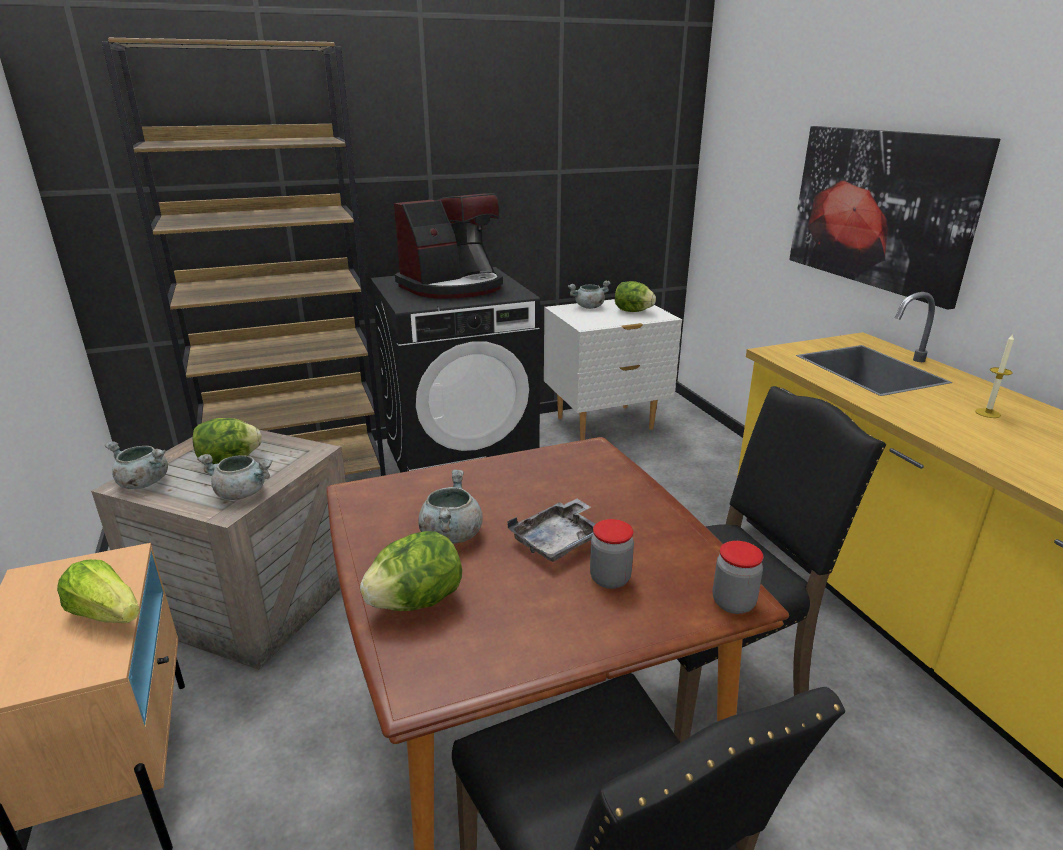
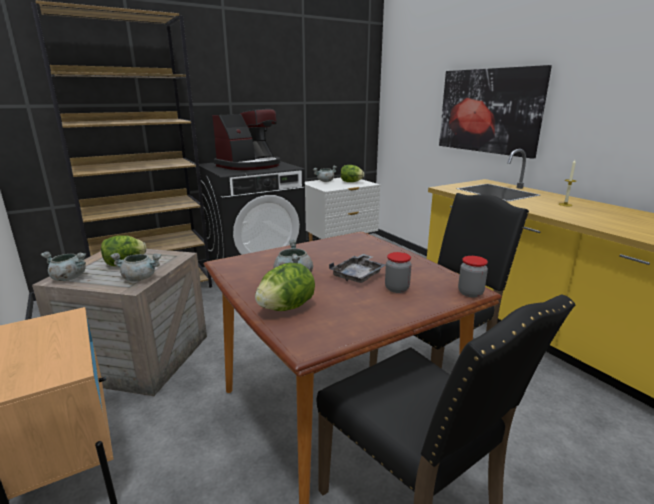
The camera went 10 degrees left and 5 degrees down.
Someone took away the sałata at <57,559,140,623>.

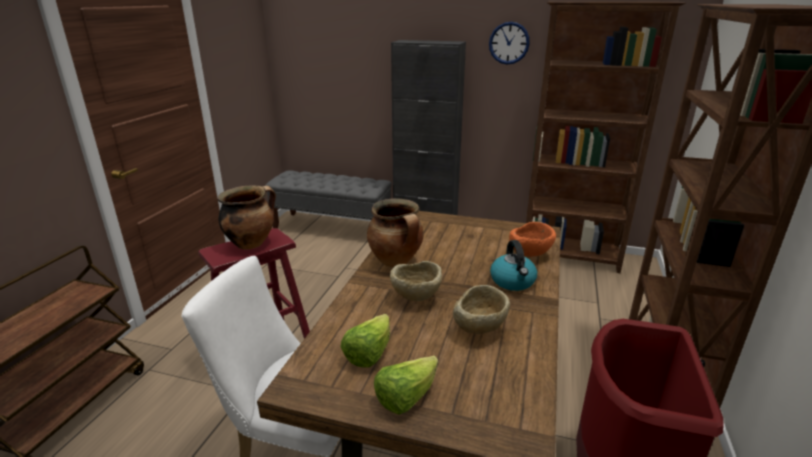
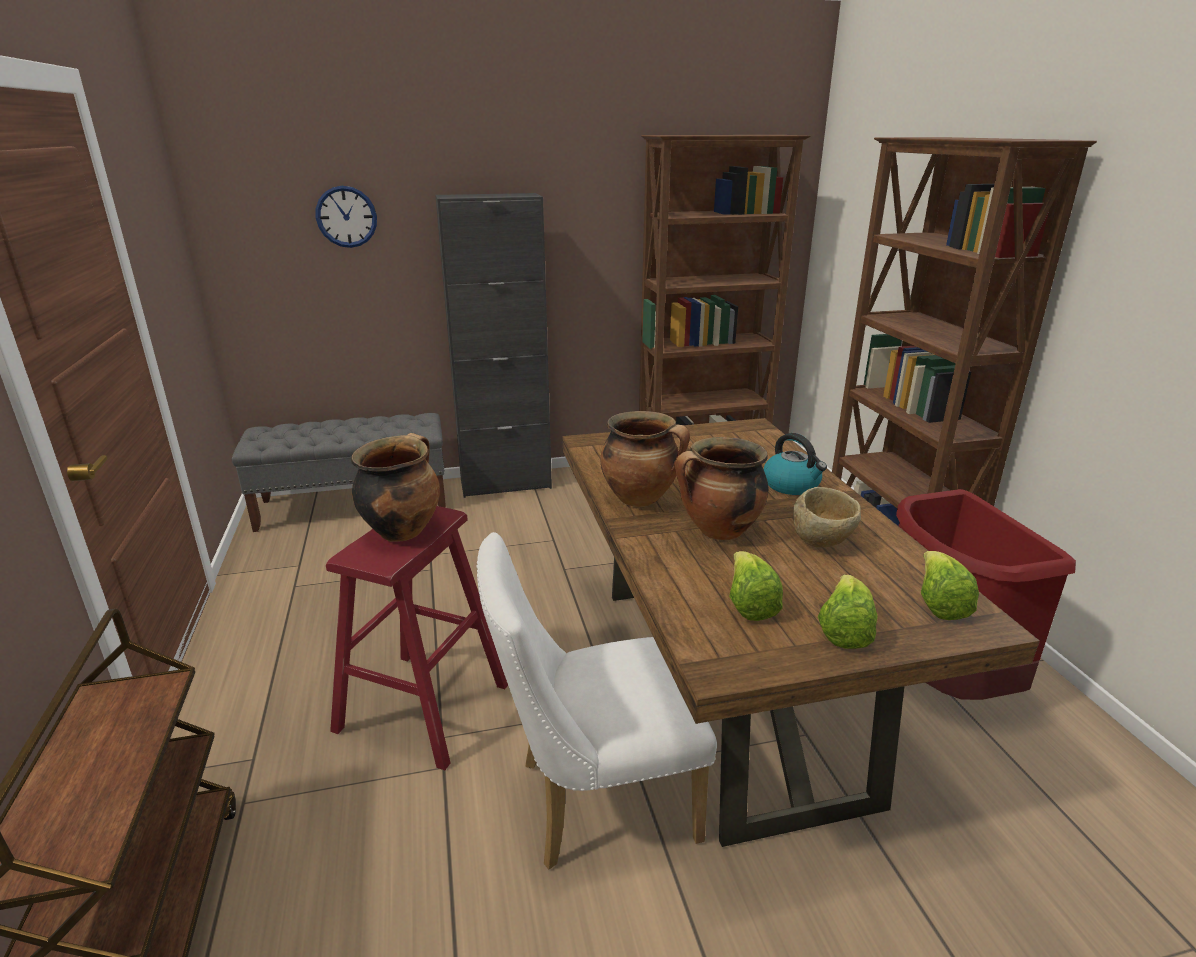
The camera went 30 degrees left and 0 degrees up.
Someone carried the zegar ścienny from <489,22,530,64> to <316,186,377,248>.
Someone swapped the miska/beżowy at <390,261,442,301> for the garnek at <675,437,769,540>.
Someone put down the sałata at <921,551,979,620>.
Someone took away the miska/pomarańczowy at <509,222,556,257>.

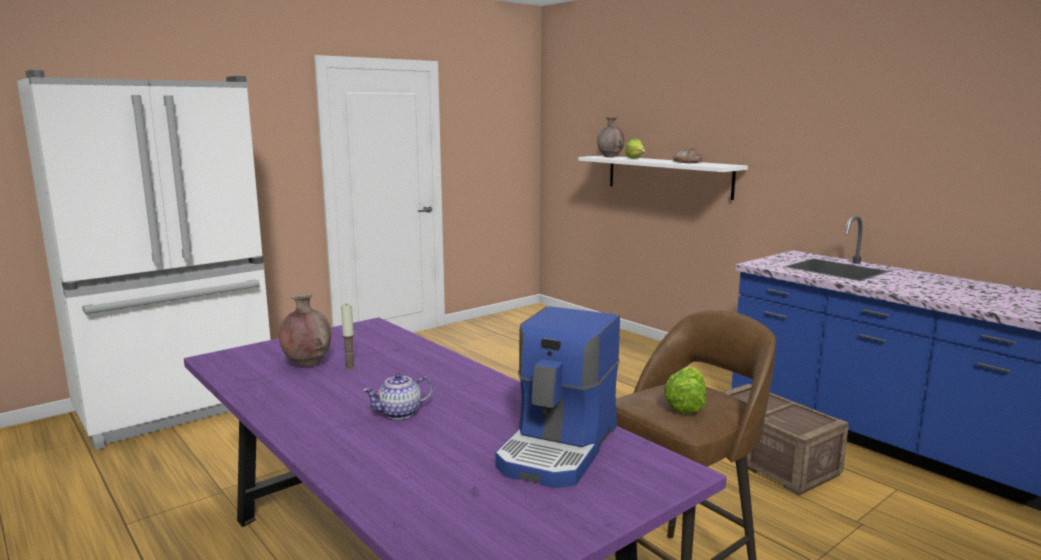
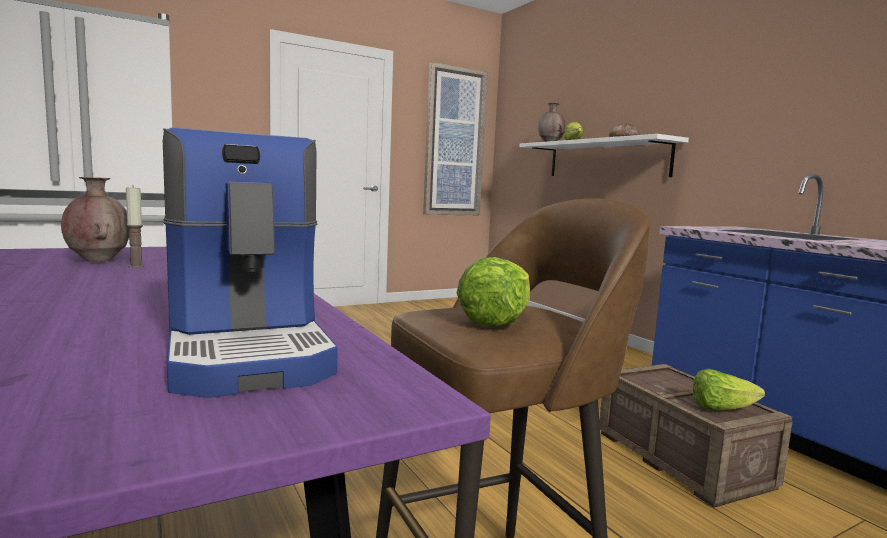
The camera went 10 degrees right and 5 degrees down.
Someone rotated the ekspres do kawy at <495,306,620,488> by 60 degrees counterclockwise.
Someone put up the obraz at <423,62,488,215>.
Someone put down the sałata at <693,369,765,411>.
Someone took away the imbryk at <363,373,433,419>.

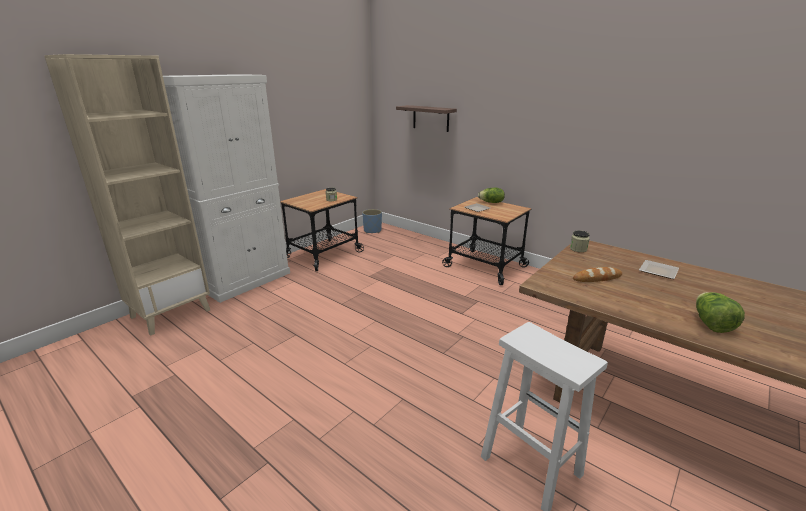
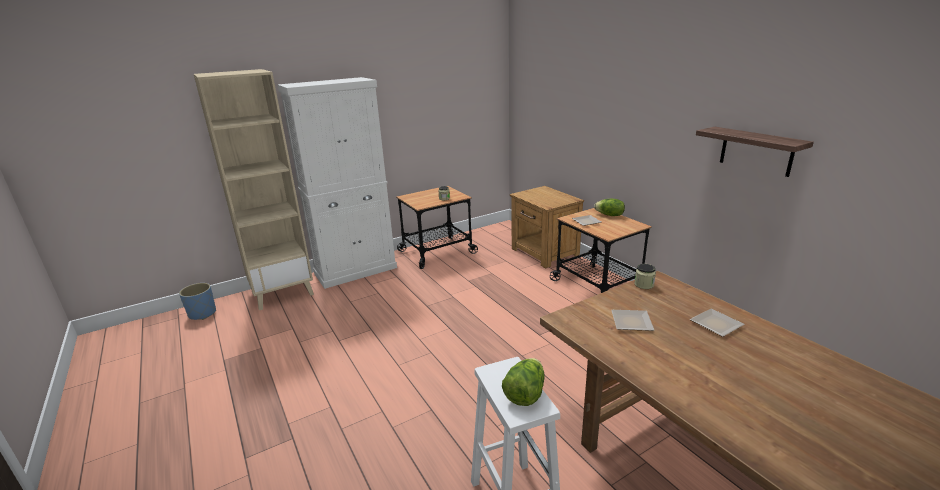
The camera went 20 degrees right and 0 degrees up.
Someone carried the donica/niebieski from <362,209,382,233> to <179,283,216,320>.
Someone carried the sałata from <696,292,745,333> to <502,358,545,406>.
Someone put down the szafka nocna/brązowy at <510,186,584,268>.
Someone swapped the chleb at <573,267,622,282> for the talerz at <611,310,654,331>.
Someone carried the półka from <396,105,457,132> to <696,127,814,177>.

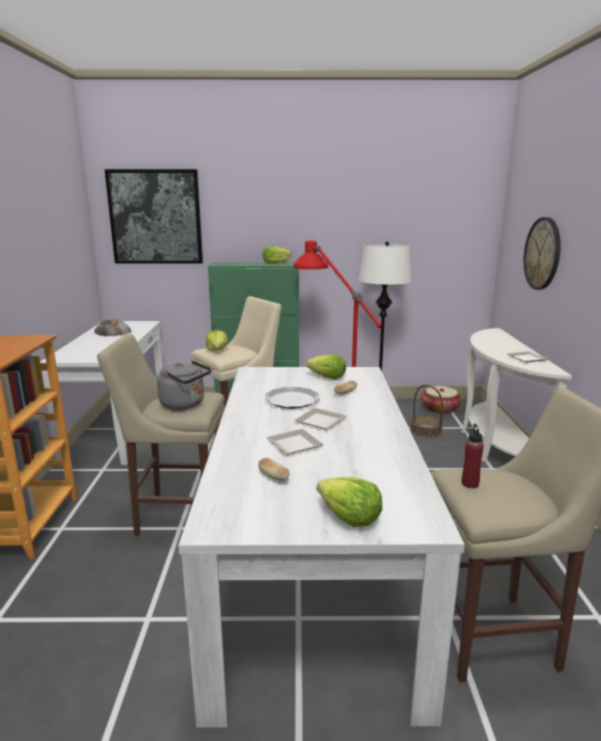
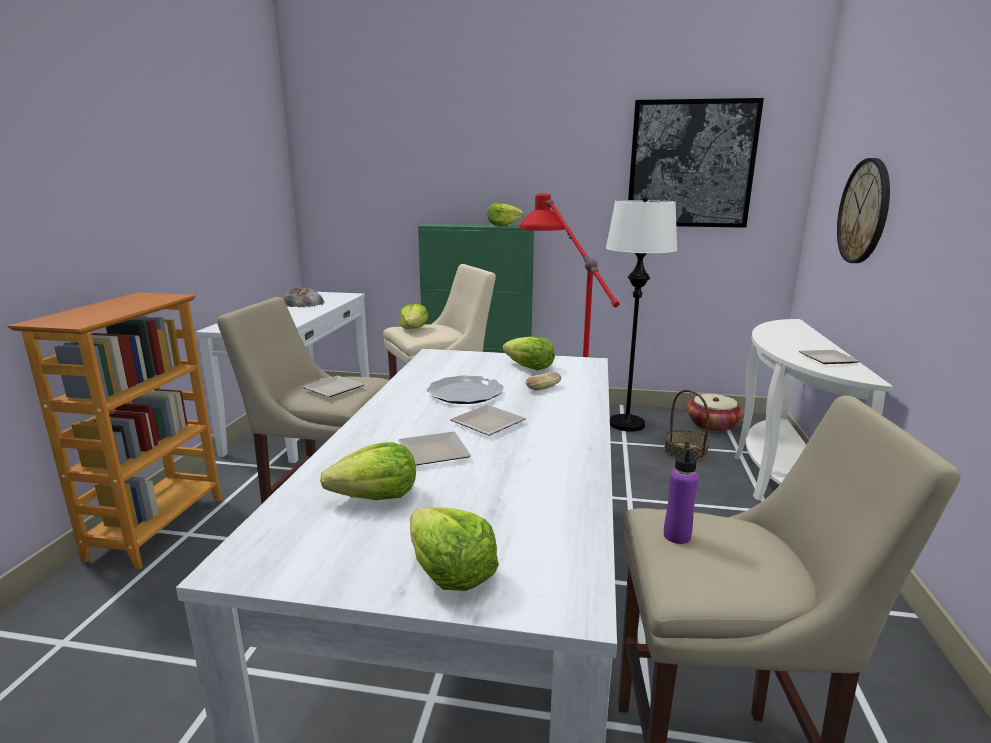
The camera went 10 degrees right and 0 degrees up.
Someone swapped the czajnik/szary at <157,360,212,410> for the talerz at <302,375,365,397>.
Someone swapped the chleb at <258,458,290,481> for the sałata at <320,442,416,500>.
Someone carried the obraz from <105,169,203,264> to <628,98,764,228>.
Someone repainted the butelka/czerwony at <462,424,484,488>, which became the butelka/fioletowy at <664,442,699,544>.

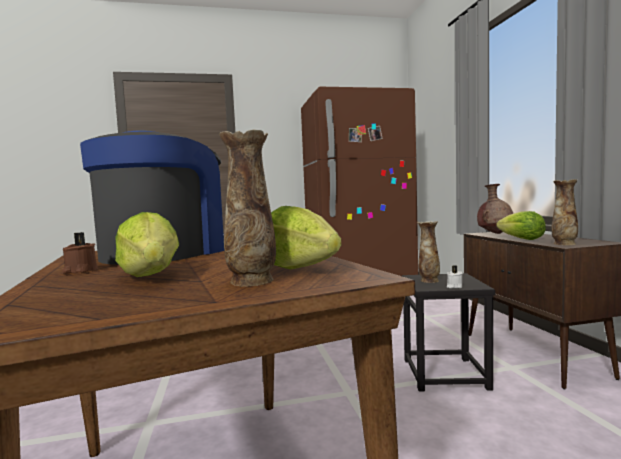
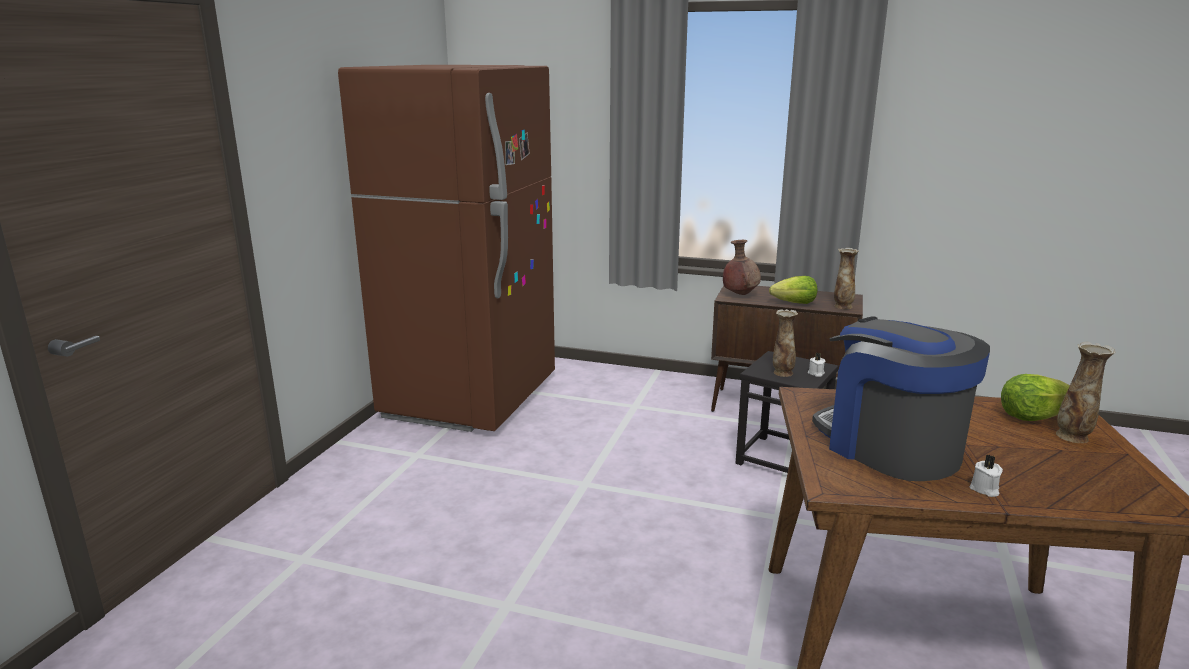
The camera went 60 degrees left and 15 degrees up.
Someone repainted the świeca/brązowy at <62,232,98,274>, which became the świeca/biały at <970,455,1003,497>.
Someone took away the sałata at <115,212,179,277>.

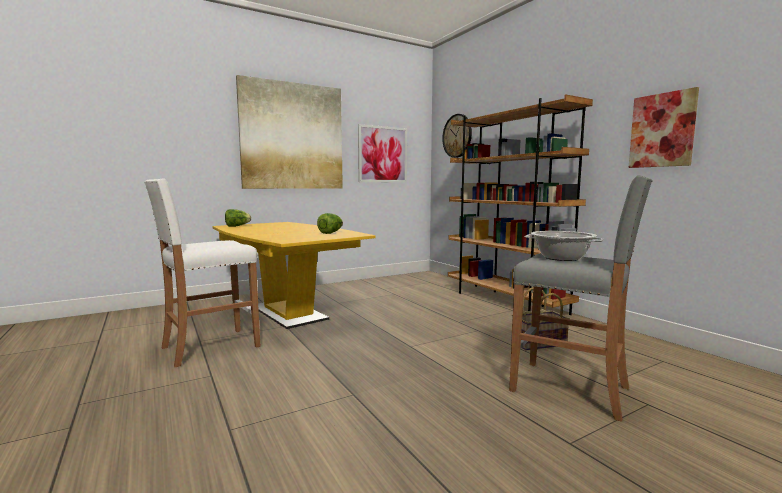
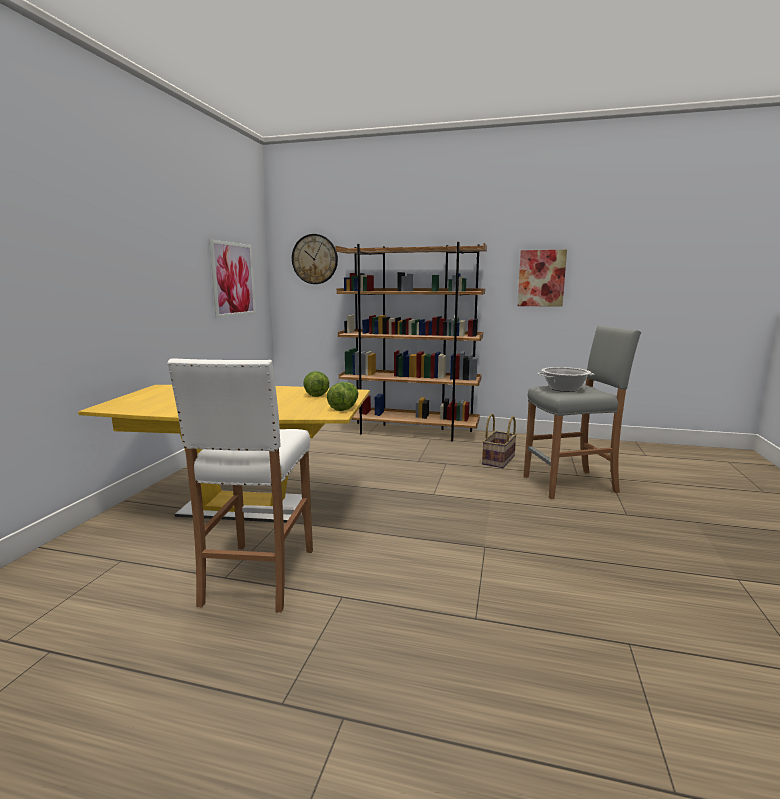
The camera went 45 degrees left and 5 degrees up.
Someone carried the sałata from <225,209,251,227> to <327,382,358,411>.
Someone took away the obraz at <236,75,343,189>.

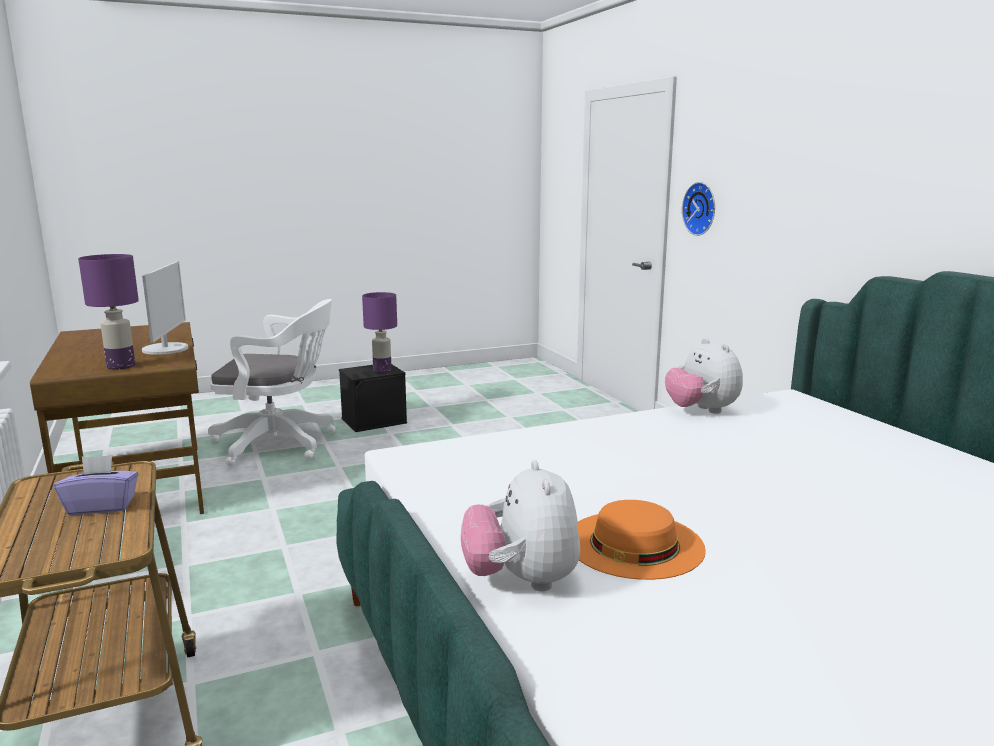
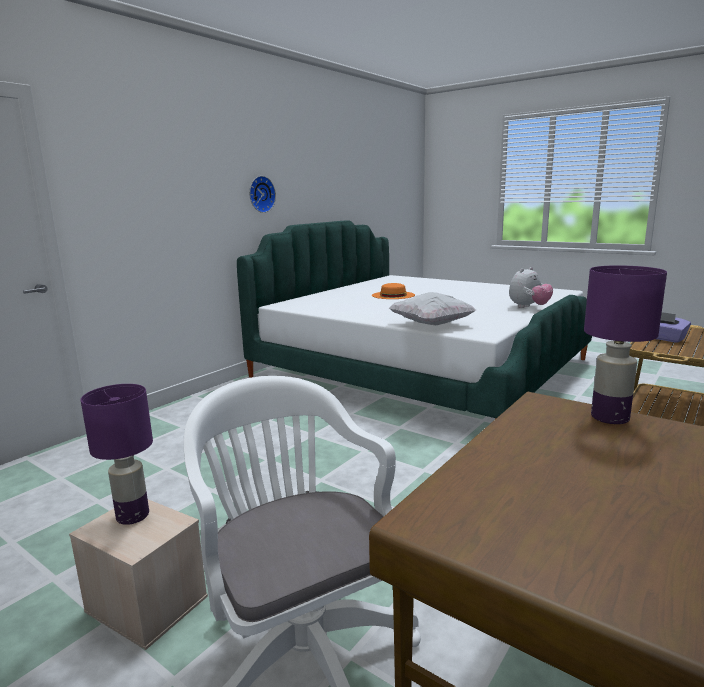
The camera went 120 degrees left and 0 degrees up.
Someone repainted the pojemnik do przechowywania/czarny at <339,364,407,432>, which became the pojemnik do przechowywania/beżowy at <69,500,208,650>.
Someone carried the zegar ścienny from <682,182,715,236> to <249,176,276,213>.
Someone carried the kapelusz/pomarańczowy from <578,500,706,580> to <372,283,415,299>.
Someone put down the poduszka/biały at <389,292,476,325>.
Someone took away the monitor at <142,261,188,355>.
Someone took away the pluszak at <665,338,743,414>.

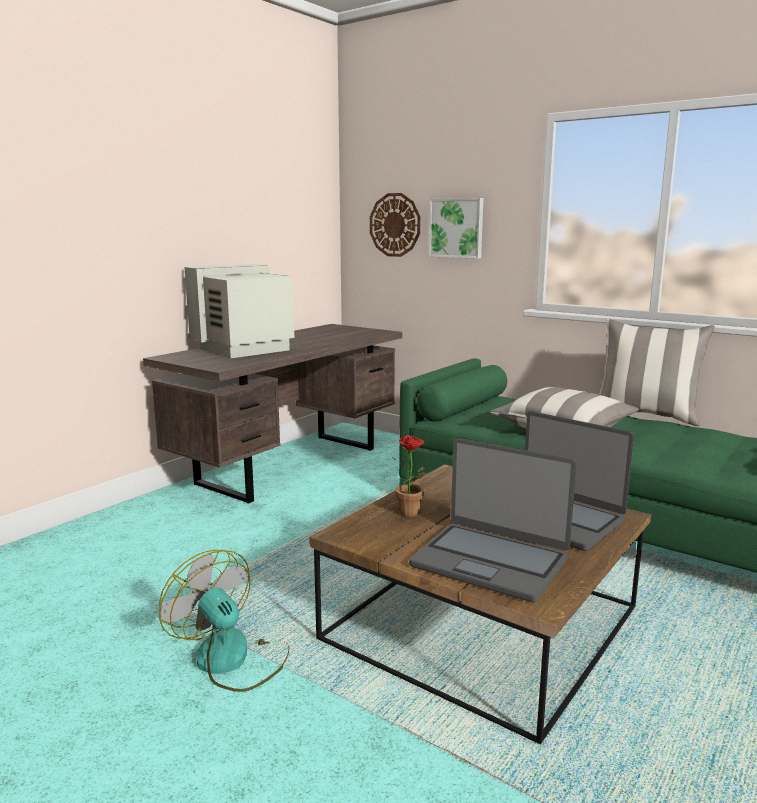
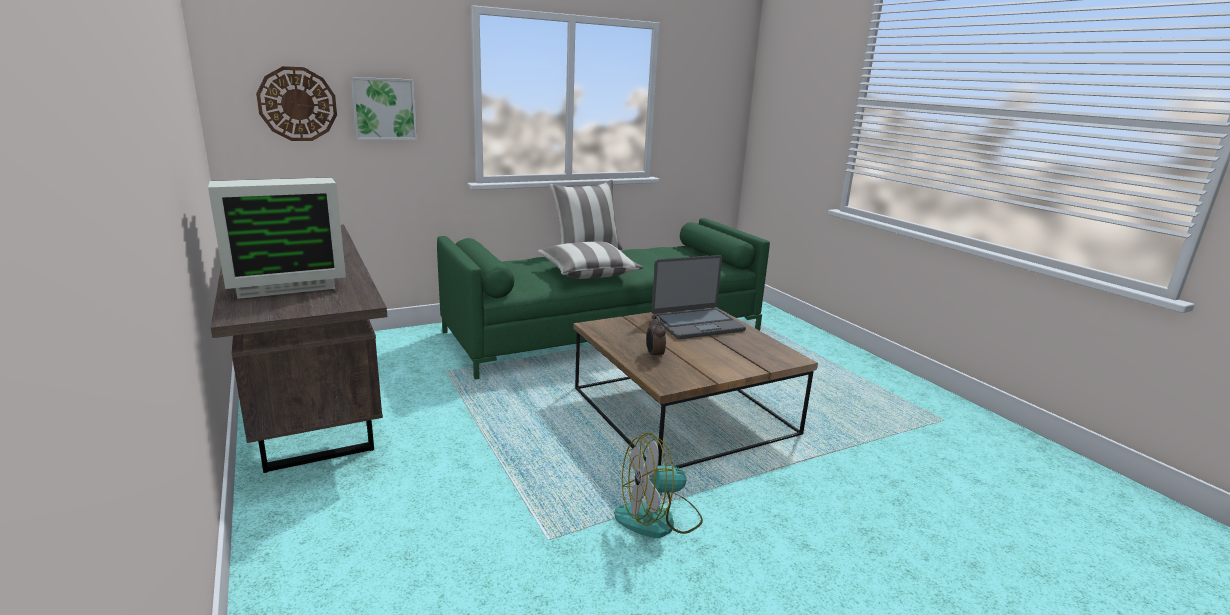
The camera went 65 degrees left and 5 degrees up.
Someone rotated the monitor at <184,264,294,358> by 105 degrees counterclockwise.
Someone swapped the roślina doniczkowa at <392,435,426,517> for the budzik at <646,316,666,360>.
Someone took away the laptop at <409,438,577,603>.

